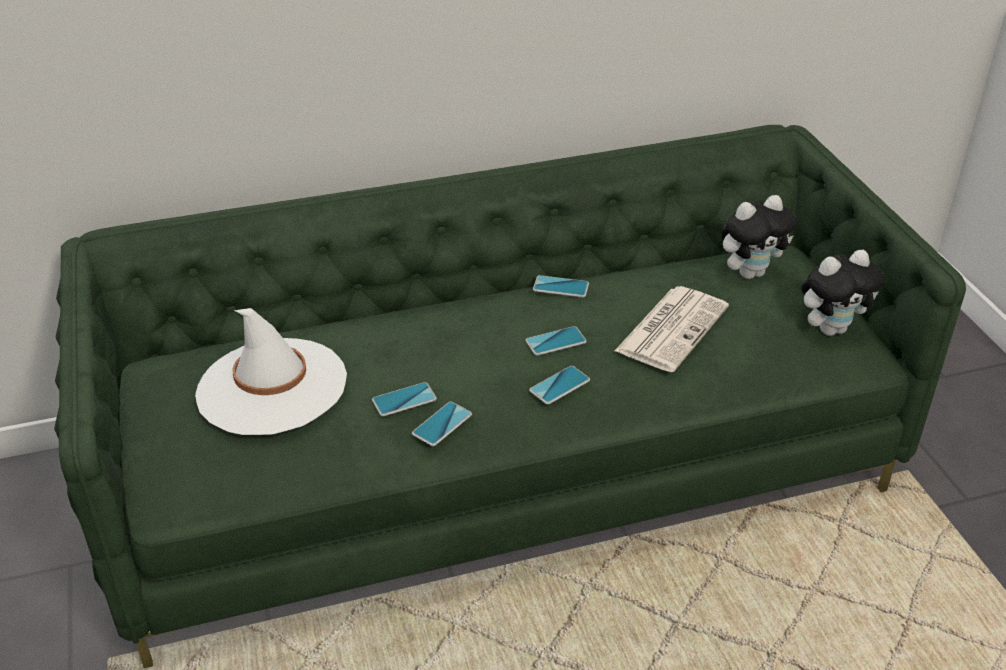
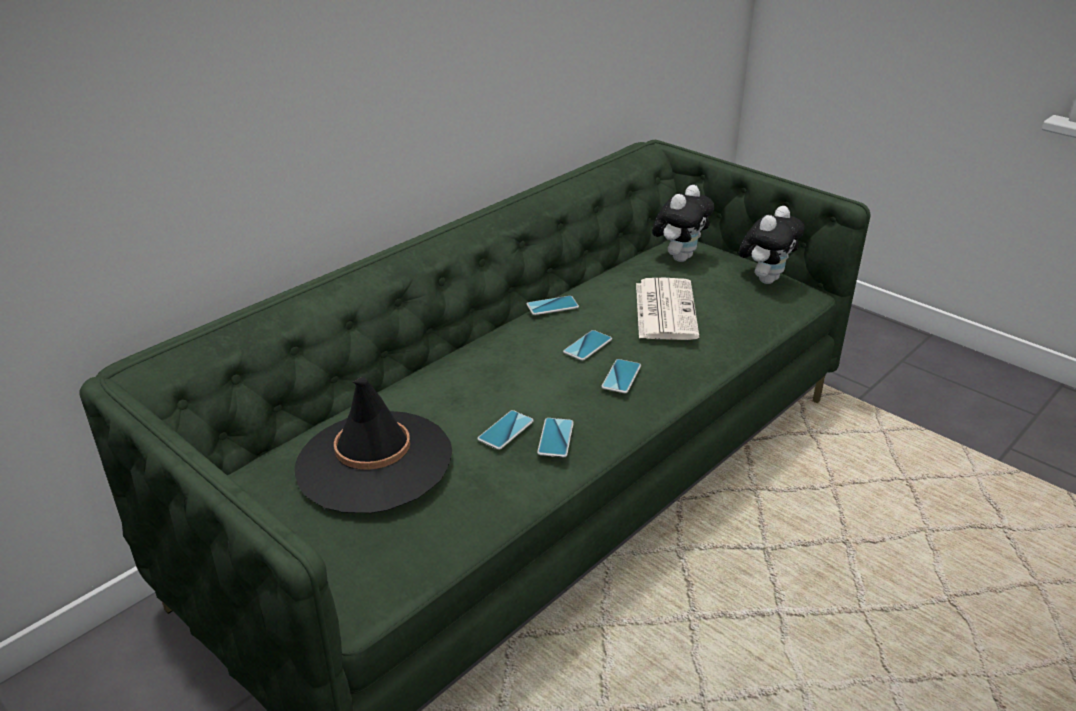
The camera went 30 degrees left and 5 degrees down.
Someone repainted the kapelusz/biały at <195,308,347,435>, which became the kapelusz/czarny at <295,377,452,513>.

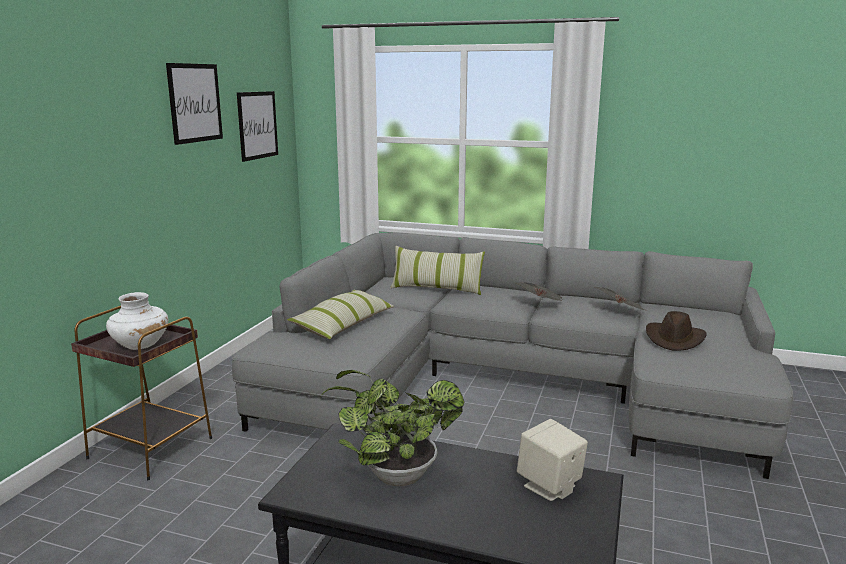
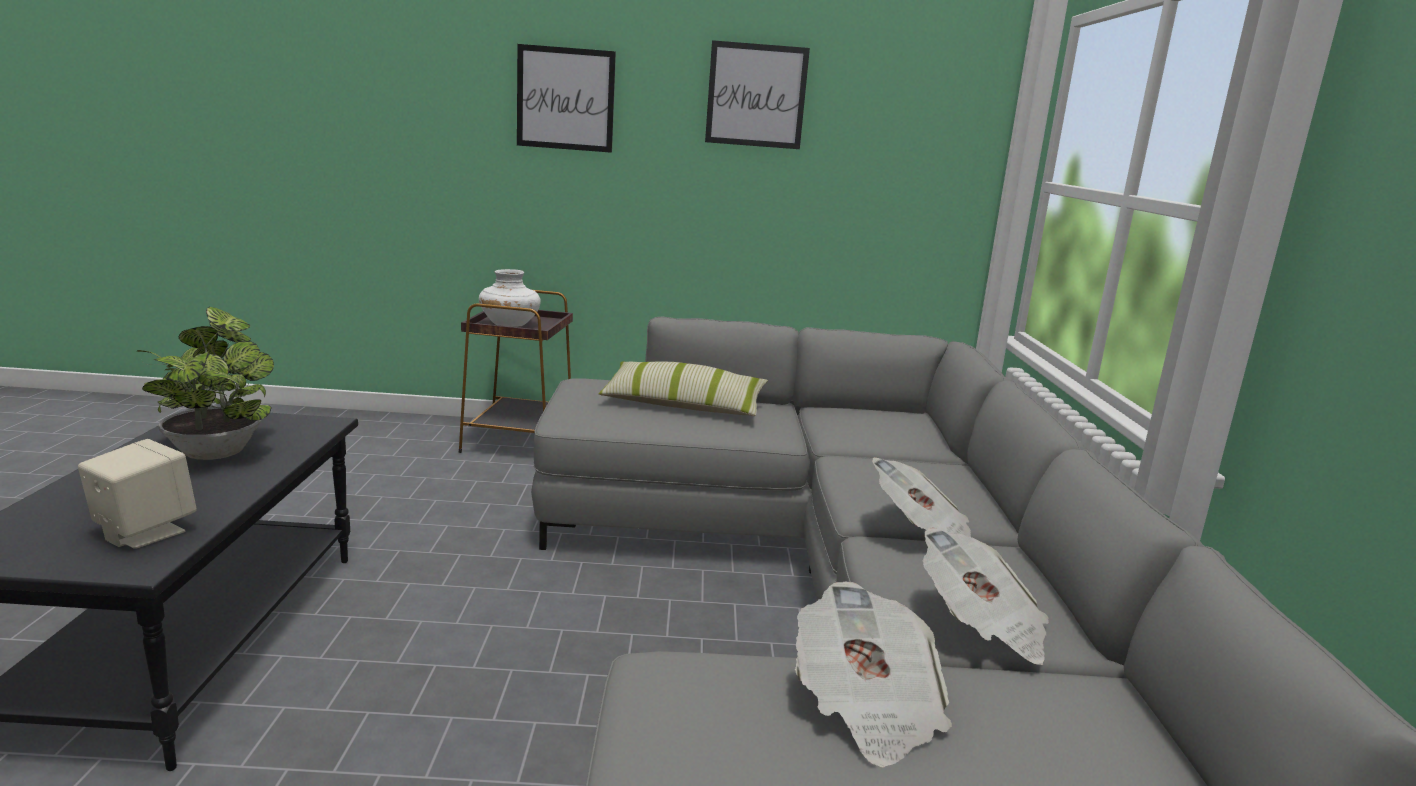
The camera went 70 degrees right and 0 degrees up.
Someone carried the obraz from <237,91,278,162> to <517,44,616,153>.
Someone swapped the kapelusz/brązowy at <646,311,707,351> for the gazeta at <795,581,952,768>.
Someone took away the poduszka at <390,246,485,295>.

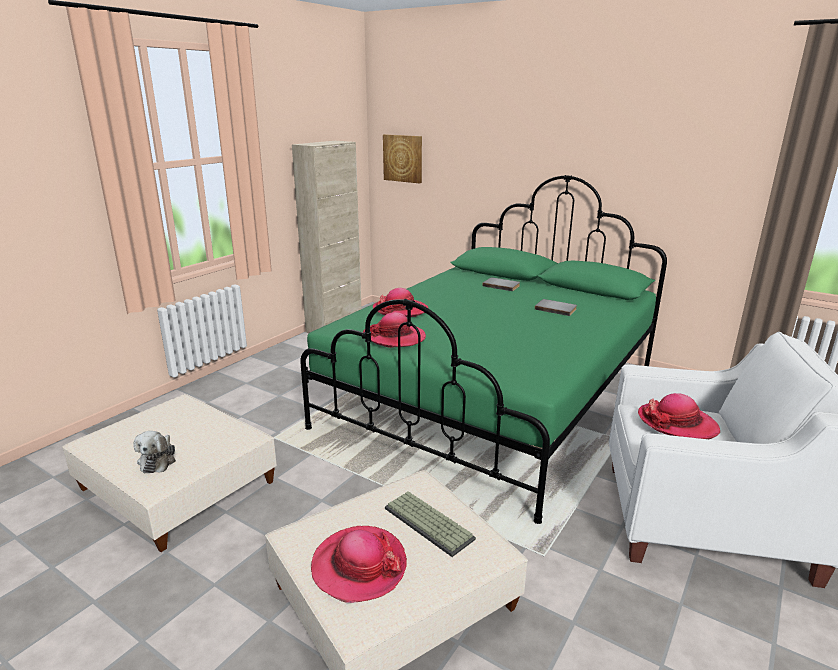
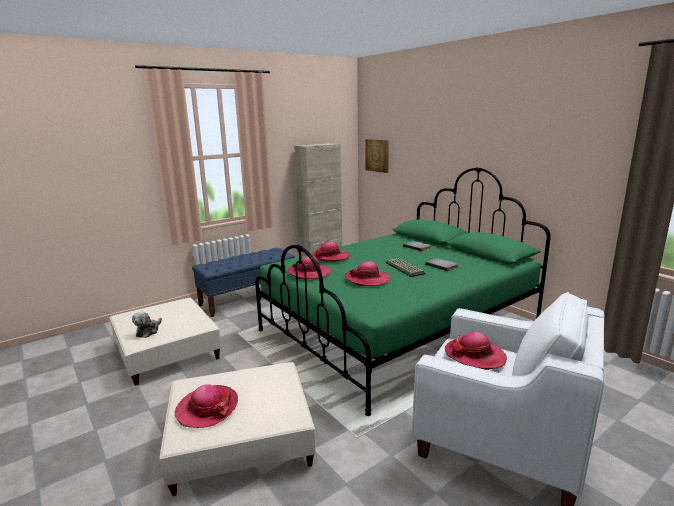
The camera went 20 degrees right and 5 degrees down.
Someone put down the ławka/niebieski at <192,248,295,317>.
Someone put down the kapelusz at <345,261,390,286>.
Someone carried the klawiatura from <385,491,476,557> to <385,258,425,277>.

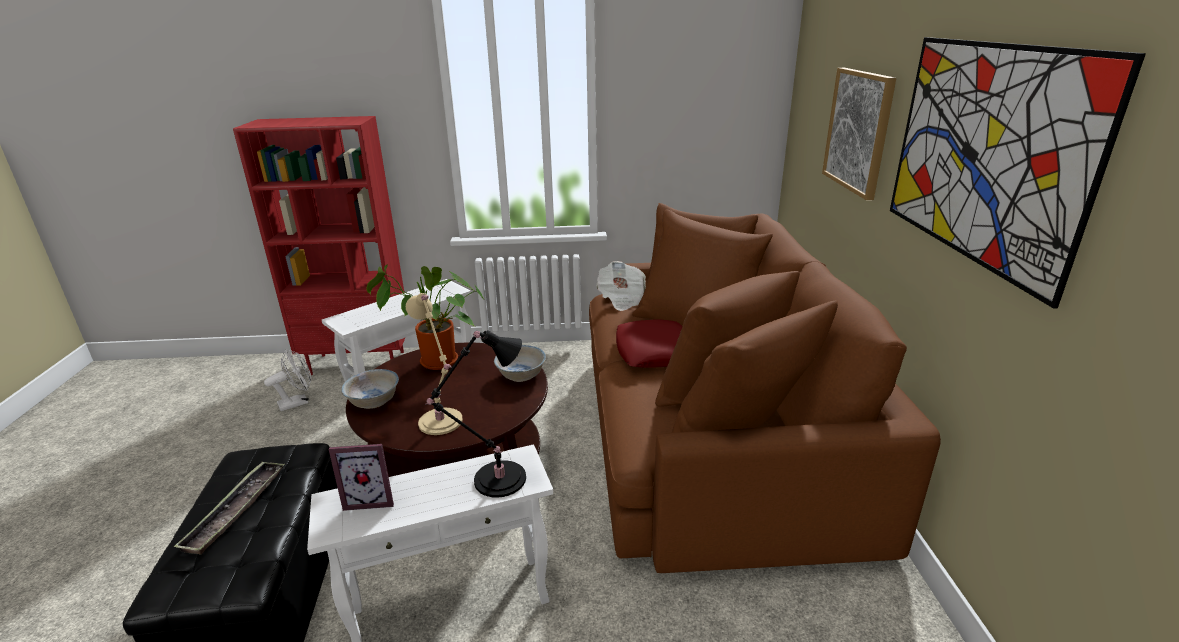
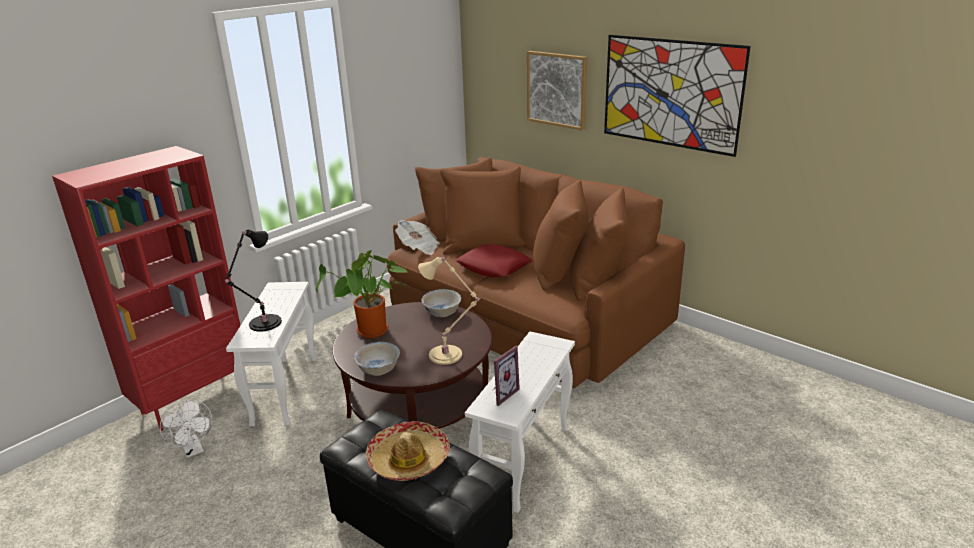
The camera went 45 degrees left and 0 degrees up.
Someone rotated the wentylator/biały at <264,349,311,411> by 135 degrees clockwise.
Someone carried the lampa stołowa/czarny from <425,330,526,498> to <225,229,282,332>.
Someone swapped the taca at <173,461,285,555> for the kapelusz at <366,421,450,481>.

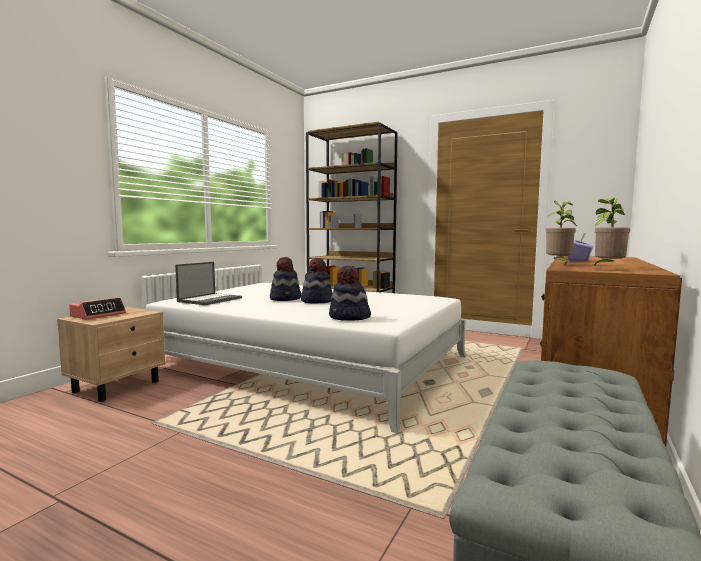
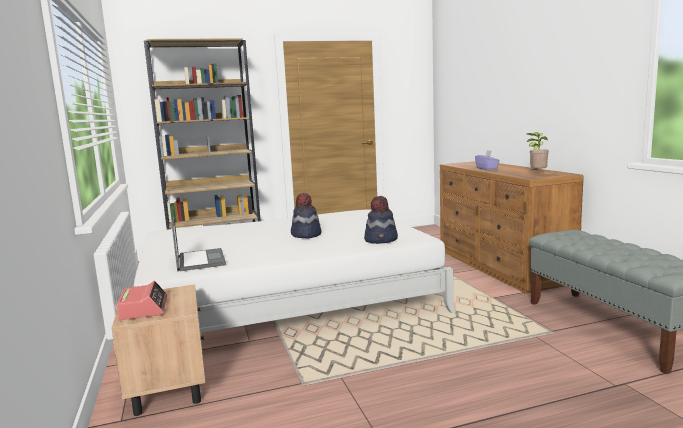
The camera went 45 degrees left and 5 degrees up.
Someone took away the kapelusz at <270,257,301,301>.
Someone took away the roślina doniczkowa at <546,201,577,265>.

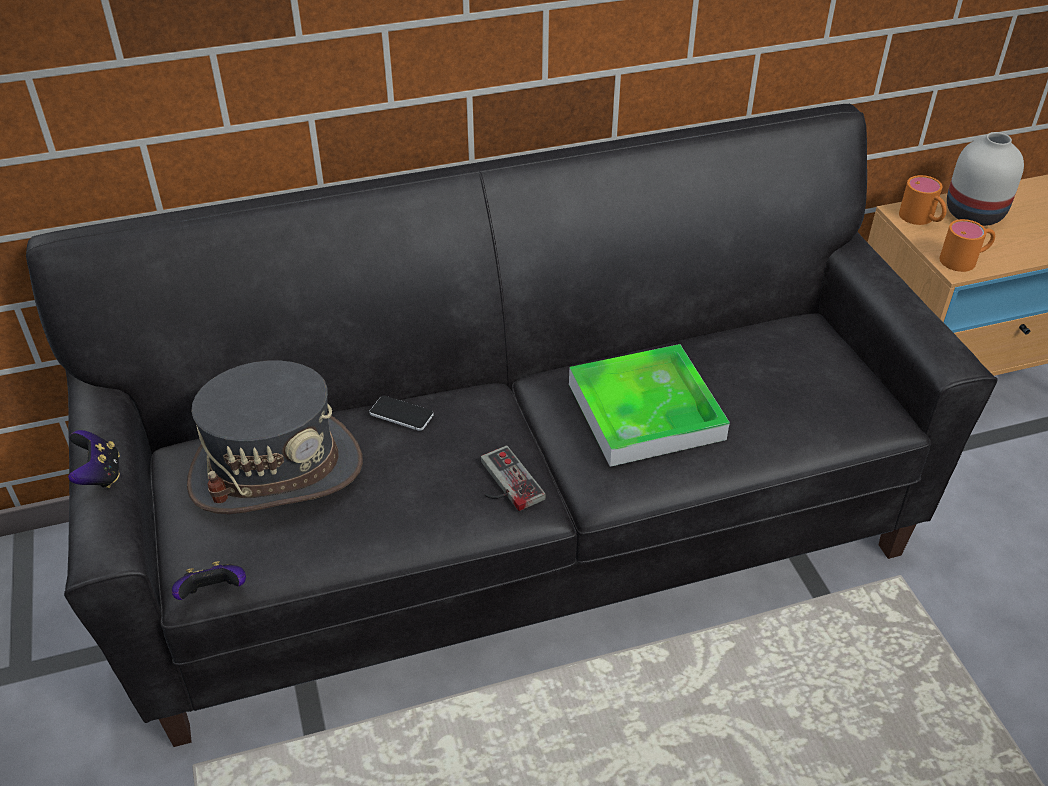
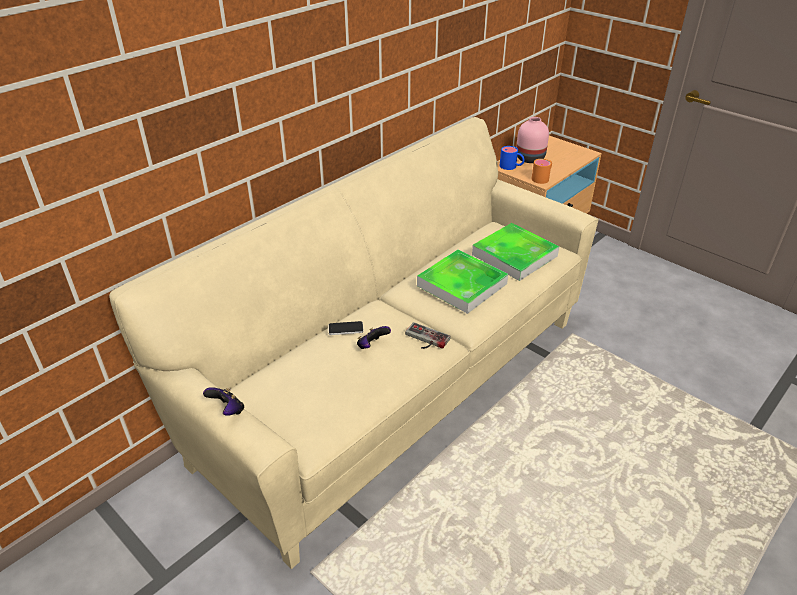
The camera went 30 degrees left and 5 degrees down.
Someone repainted the kanapa/czarny at <26,104,998,747>, which became the kanapa/beżowy at <109,117,598,569>.
Someone carried the pad do gier from <172,561,246,600> to <357,326,391,349>.
Someone put down the taca at <472,223,559,281>.
Someone repainted the kubek/pomarańczowy at <899,175,947,225>, which became the kubek/niebieski at <500,146,524,170>.
Someone repainted the wazon/biały at <947,132,1024,226>, which became the wazon/różowy at <516,117,549,163>.
Someone took away the kapelusz/szary at <187,360,363,514>.

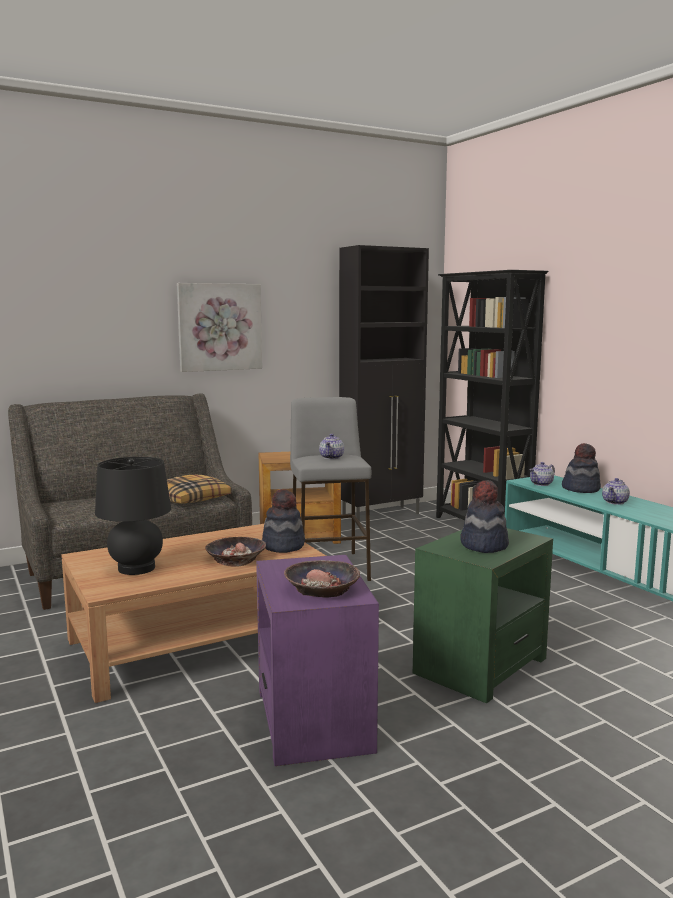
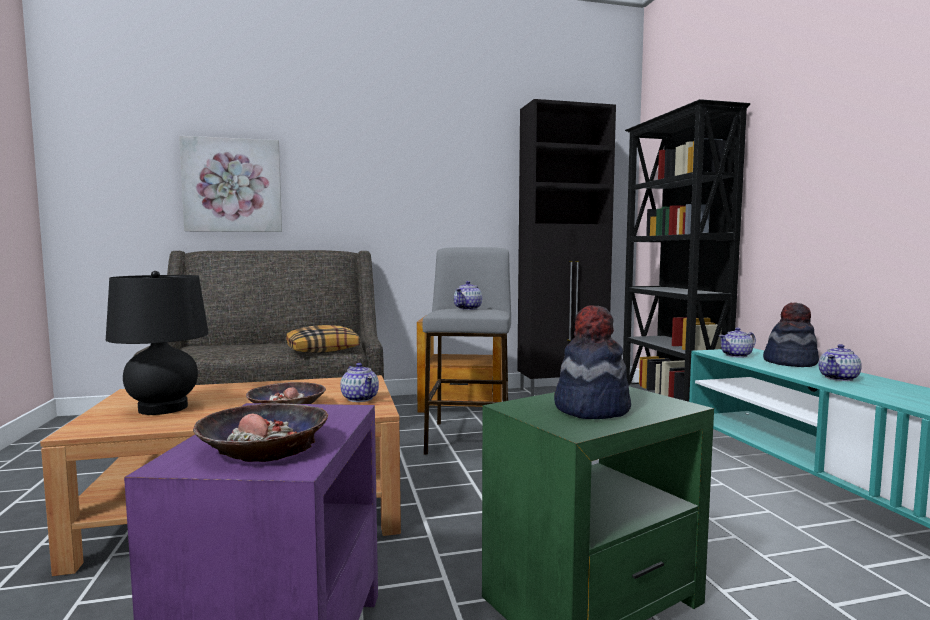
The camera went 15 degrees right and 5 degrees down.
Someone carried the obraz from <177,283,262,372> to <179,136,282,232>.
Someone swapped the kapelusz at <262,489,305,553> for the imbryk at <340,363,379,402>.

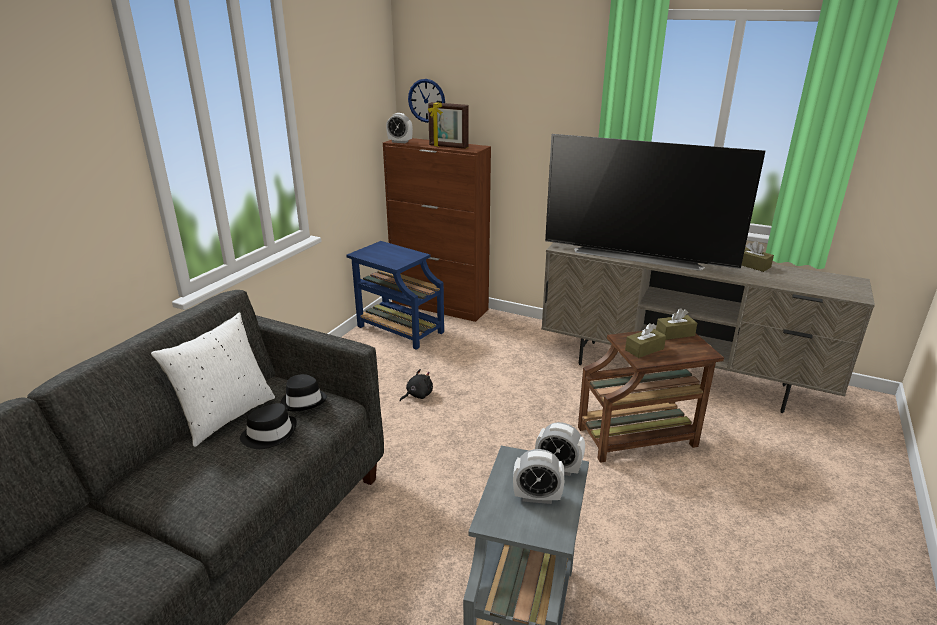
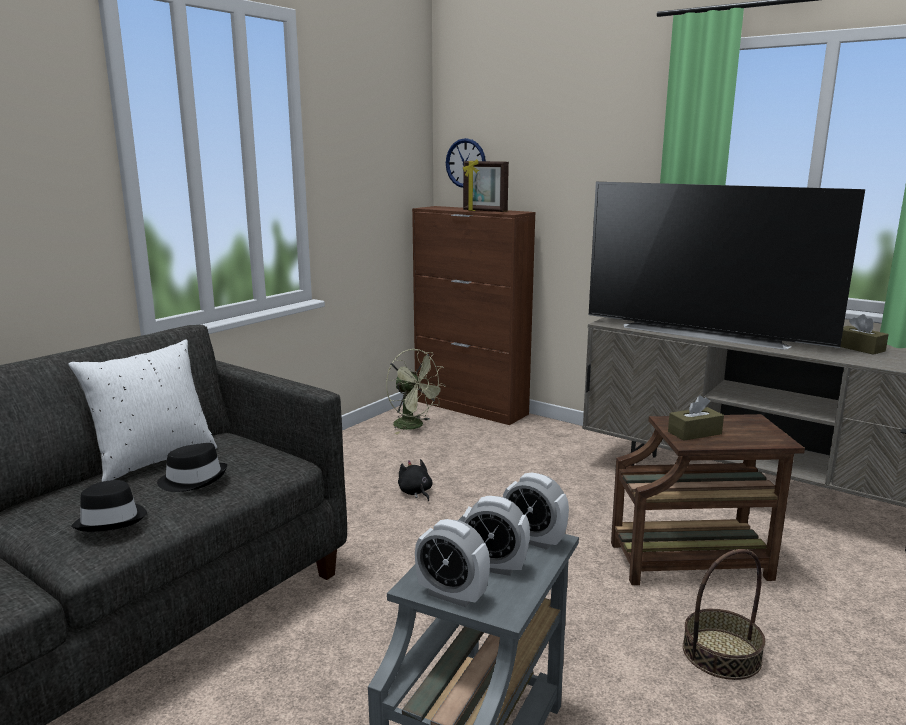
The camera went 10 degrees right and 10 degrees down.
Someone carried the kapelusz/czarny from <280,374,327,411> to <71,480,147,532>.
Someone swapped the stolik/niebieski at <346,241,444,350> for the wentylator/zielony at <386,349,446,434>.
Someone rotated the pluszak/czarny at <400,369,433,402> by 90 degrees counterclockwise.
Someone carried the budzik from <386,113,413,143> to <415,519,490,607>.
Someone put down the koszyk at <683,549,765,680>.
Someone took away the pudełko chusteczek/brązowy at <656,308,697,340>.

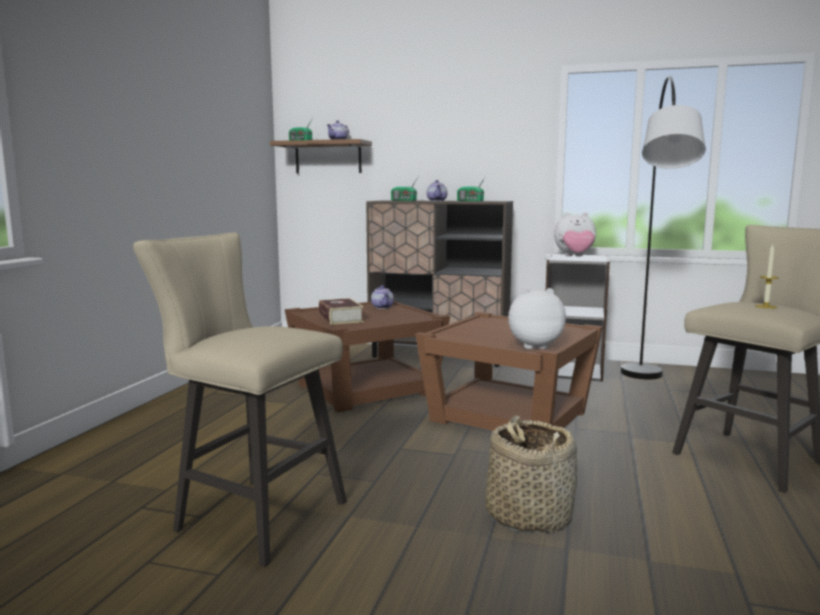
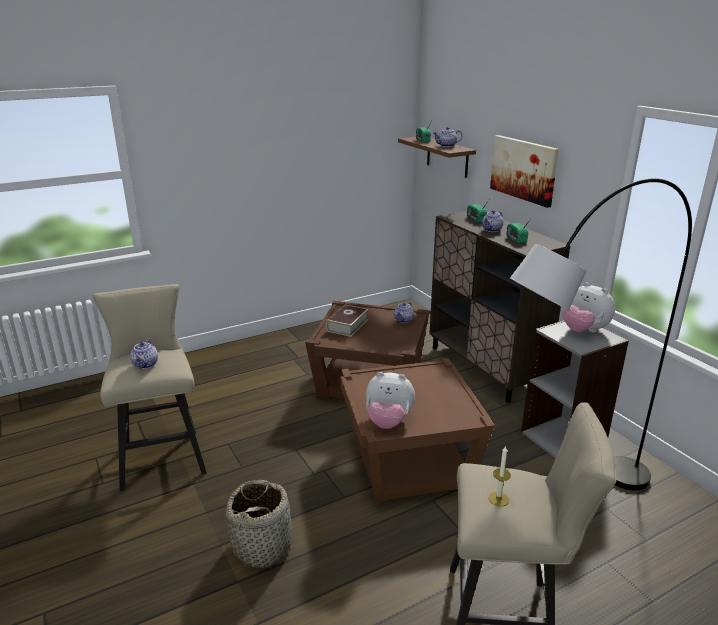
The camera went 45 degrees right and 15 degrees up.
Someone put down the imbryk at <130,338,158,369>.
Someone rotated the pluszak at <508,288,566,349> by 150 degrees clockwise.
Someone put up the obraz at <490,135,559,208>.

